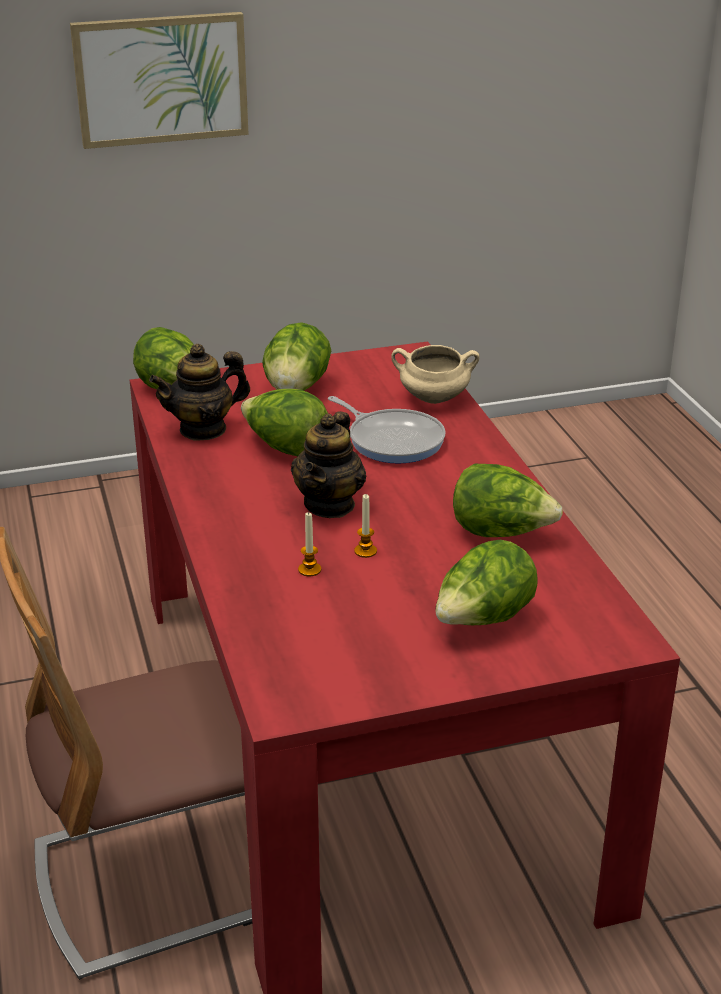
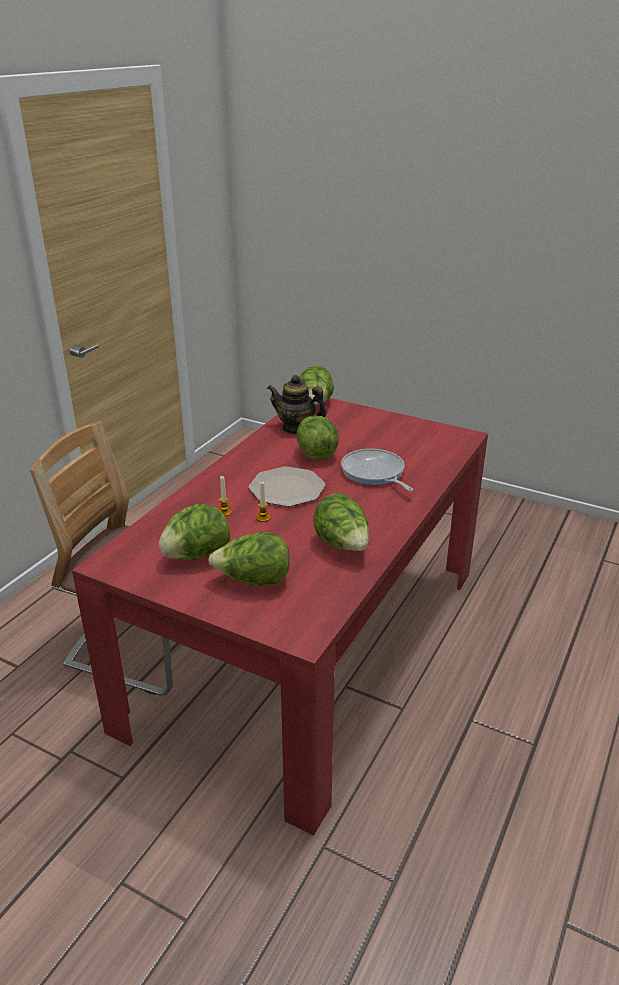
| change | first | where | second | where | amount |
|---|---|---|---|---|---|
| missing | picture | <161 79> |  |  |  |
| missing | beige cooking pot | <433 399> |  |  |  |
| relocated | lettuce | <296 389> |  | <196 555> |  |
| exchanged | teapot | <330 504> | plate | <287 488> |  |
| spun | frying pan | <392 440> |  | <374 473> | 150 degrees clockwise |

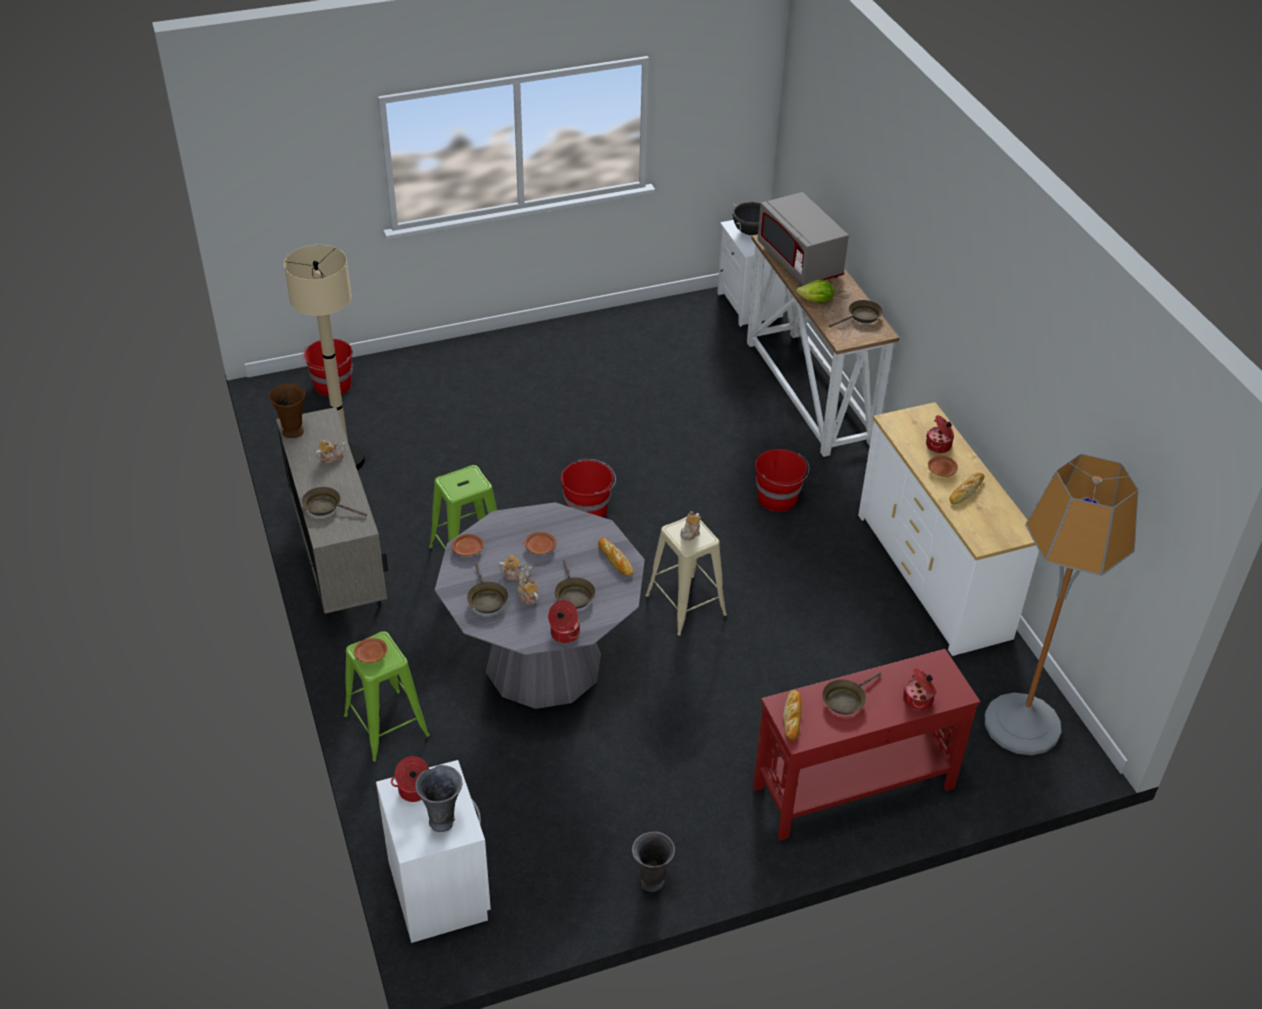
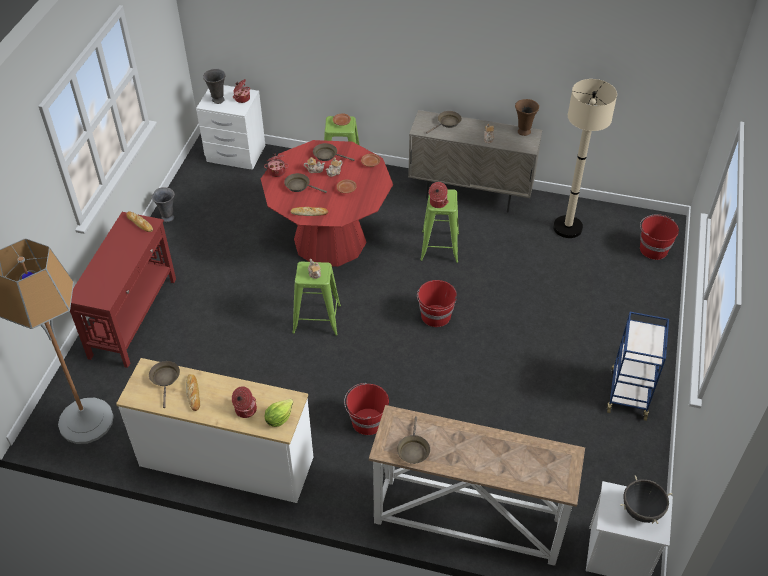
| change | first | where | second | where | amount |
|---|---|---|---|---|---|
| missing | grey microwave | <799 261> |  |  |  |
| missing | brown plate | <941 470> |  |  |  |
| appeared |  |  | blue cart | <628 393> |  |
| relocated | lettuce | <816 301> |  | <279 418> |  |
| relocated | brown frying pan | <846 699> |  | <165 379> |  |
| relocated | cooking pot | <918 700> |  | <437 203> |  |
| colour | grey dining table | <543 663> | red dining table | <330 240> |  |
| colour | beige stool | <685 605> | green stool | <317 319> |  |

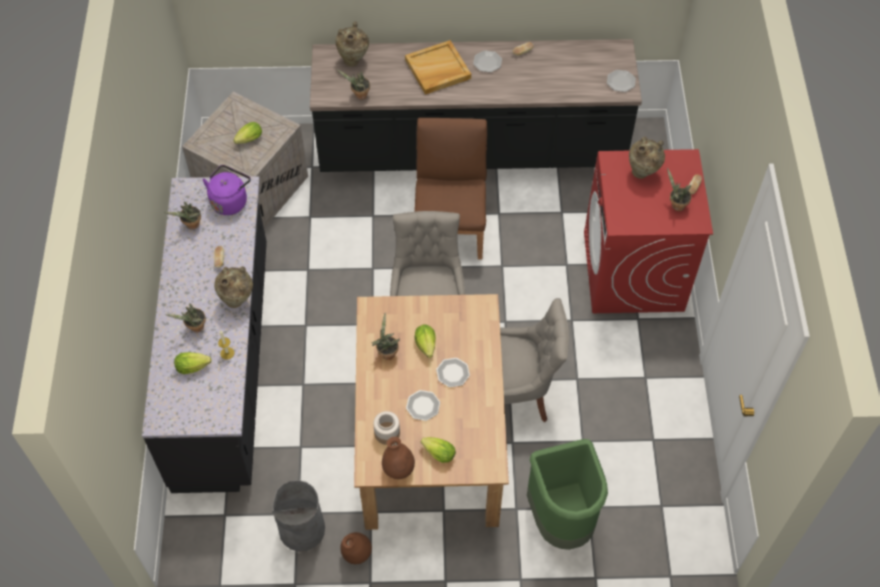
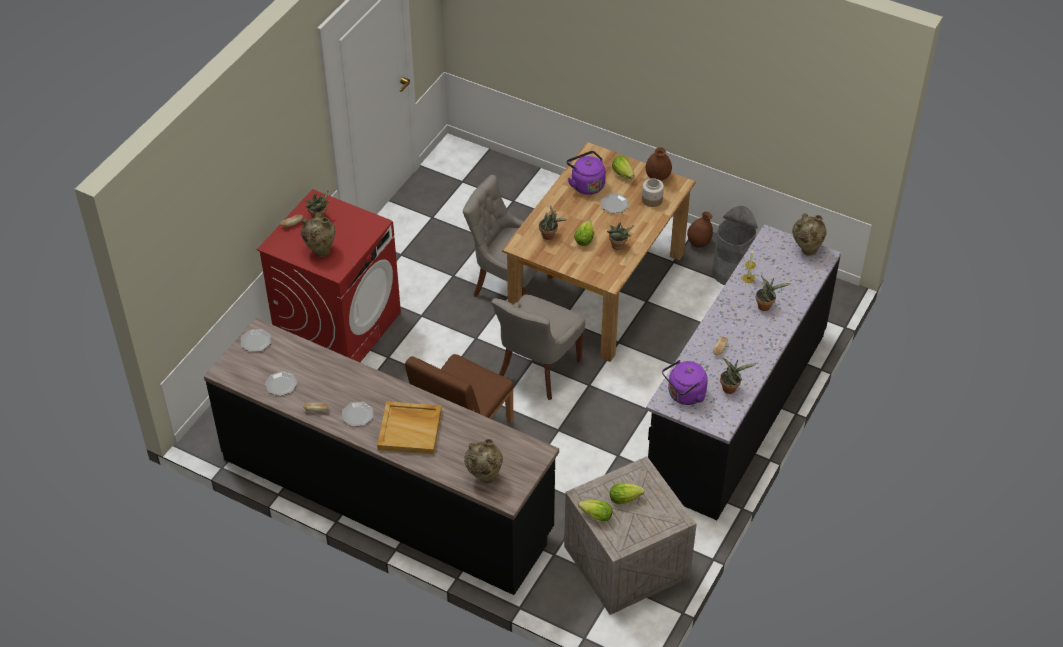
| change | first | where | second | where | amount |
|---|---|---|---|---|---|
| missing | green trash can | <561 520> |  |  |  |
| appeared |  |  | purple kettle | <586 184> |  |
| relocated | lettuce | <195 367> |  | <594 515> |  |
| relocated | beige vase | <237 301> |  | <806 250> |  |
| relocated | potted plant | <359 95> |  | <550 236> |  |
| relocated | plate | <452 373> |  | <281 384> |  |

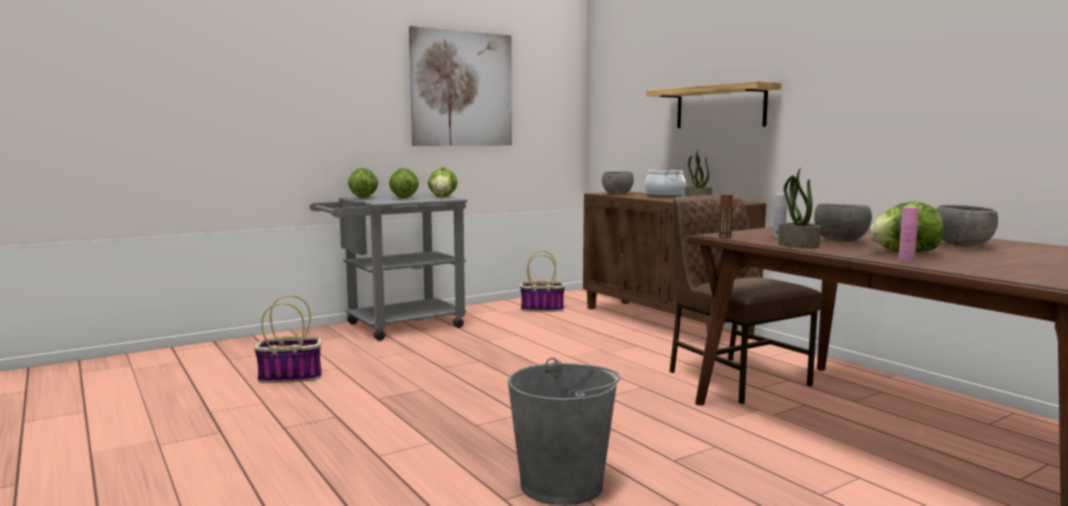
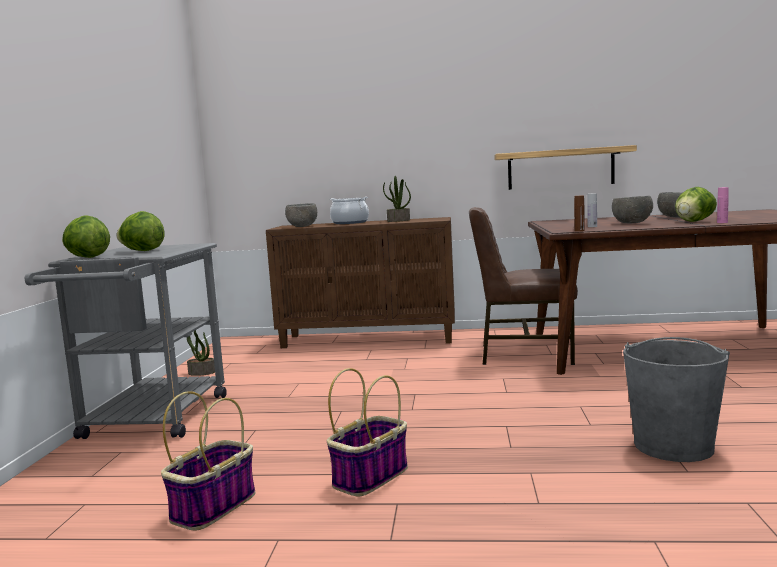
| change | first | where | second | where | amount |
|---|---|---|---|---|---|
| missing | picture | <462 89> |  |  |  |
| missing | lettuce | <443 197> |  |  |  |
| relocated | basket | <542 309> |  | <371 476> |  |
| relocated | shelf | <720 107> |  | <560 168> |  |
| relocated | potted plant | <797 245> |  | <201 373> |  |

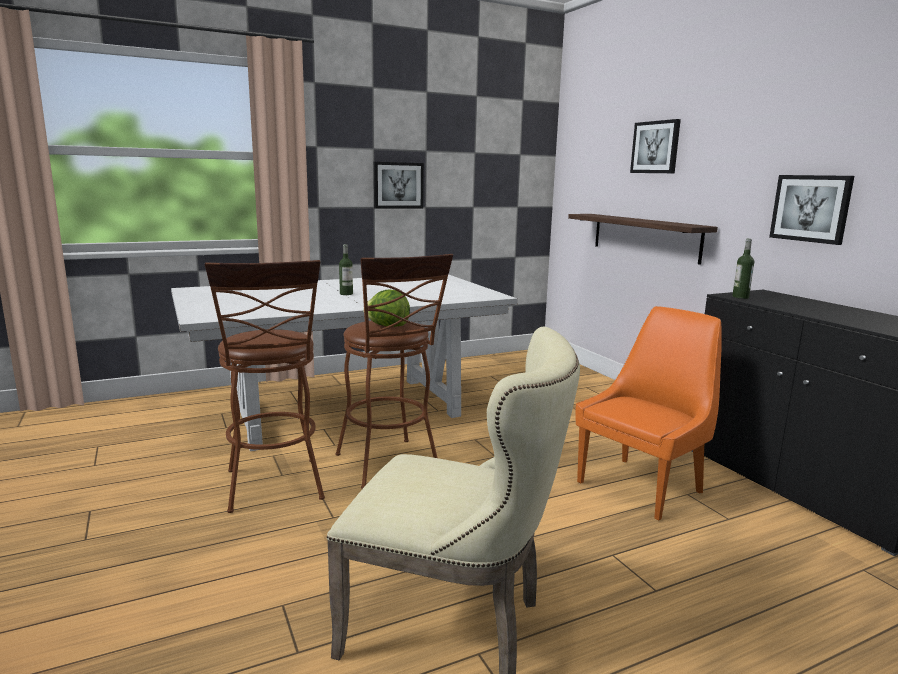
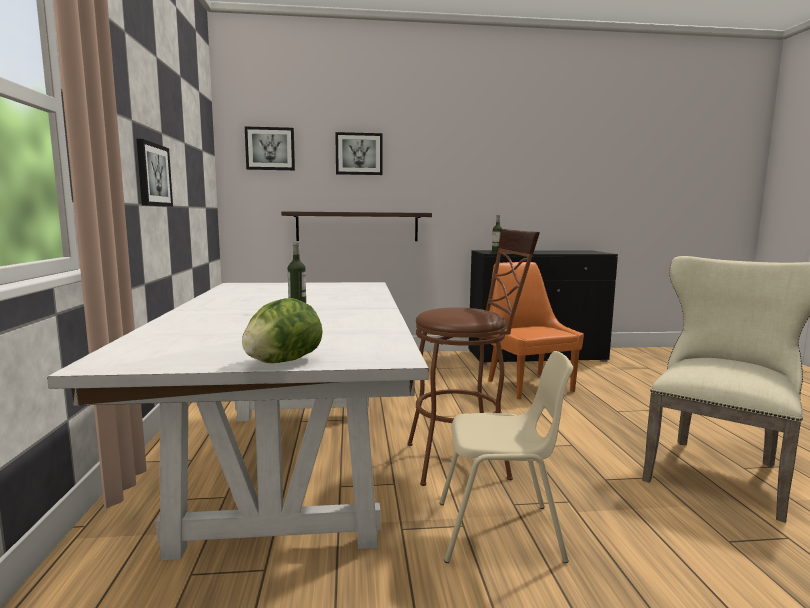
| change | first | where | second | where | amount |
|---|---|---|---|---|---|
| relocated | lettuce | <387 326> |  | <282 362> |  |
| relocated | picture | <811 208> |  | <270 149> |  |
| exchanged | brown stool | <275 489> | beige chair | <500 532> |  |

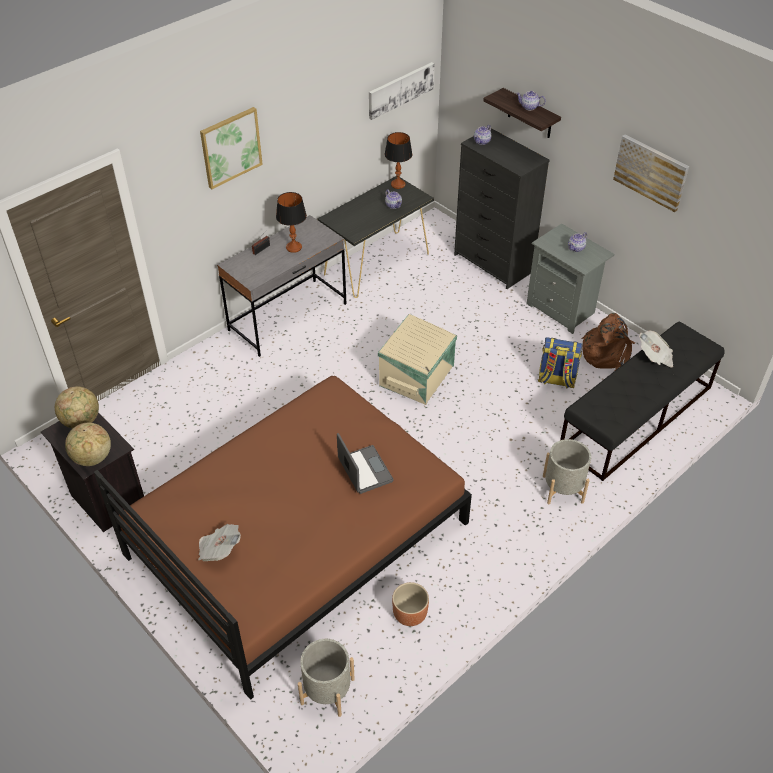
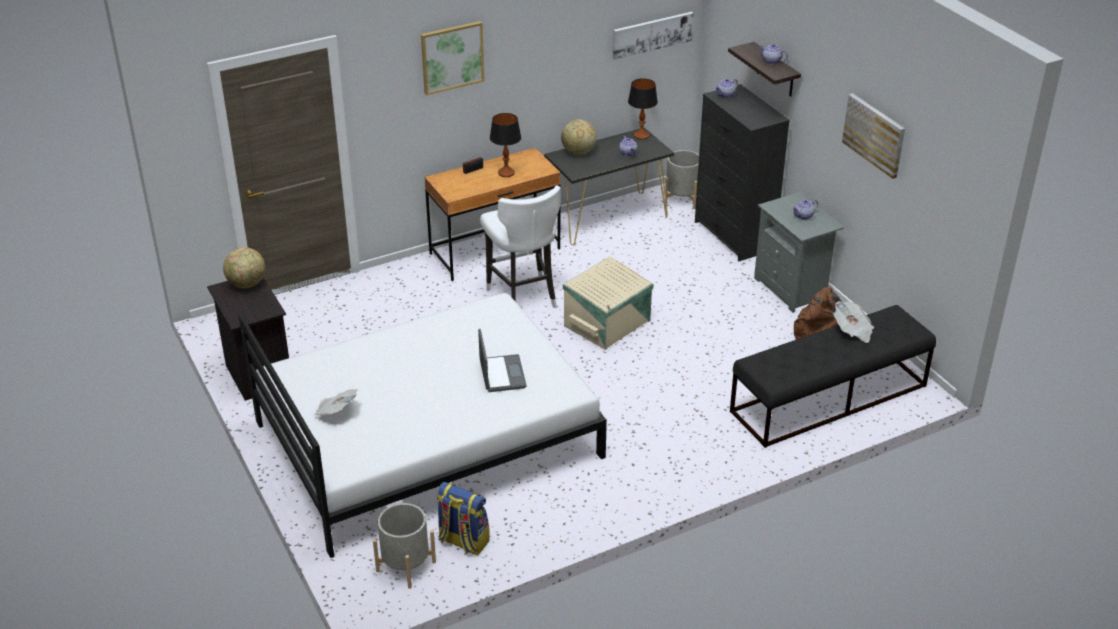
| change | first | where | second | where | amount |
|---|---|---|---|---|---|
| missing | brown planter | <410 614> |  |  |  |
| appeared |  |  | white stool | <522 297> |  |
| relocated | globe | <92 458> |  | <578 152> |  |
| relocated | backpack | <556 380> |  | <463 541> |  |
| relocated | grey planter | <563 489> |  | <682 199> |  |
| colour | brown bed | <296 538> | white bed | <426 439> |  |
| colour | grey desk | <288 317> | brown desk | <495 251> |  |

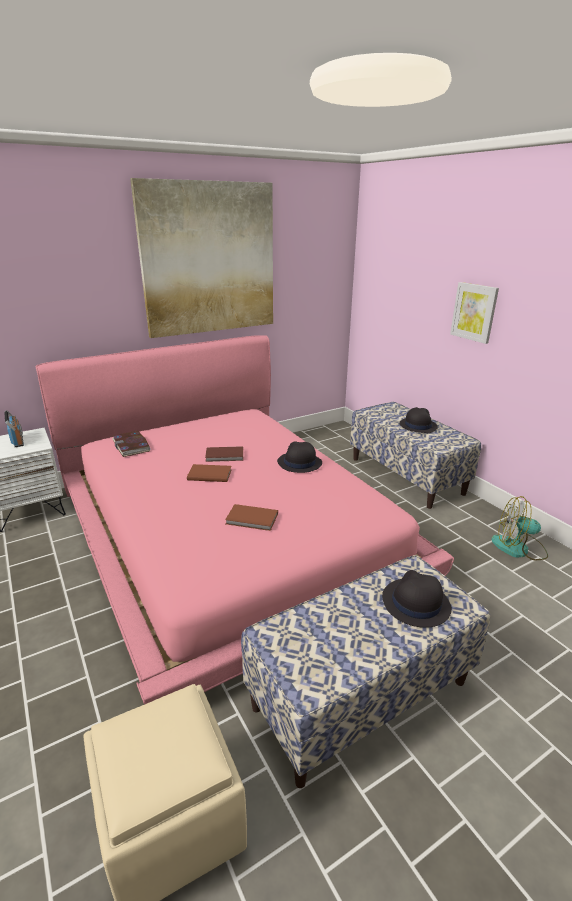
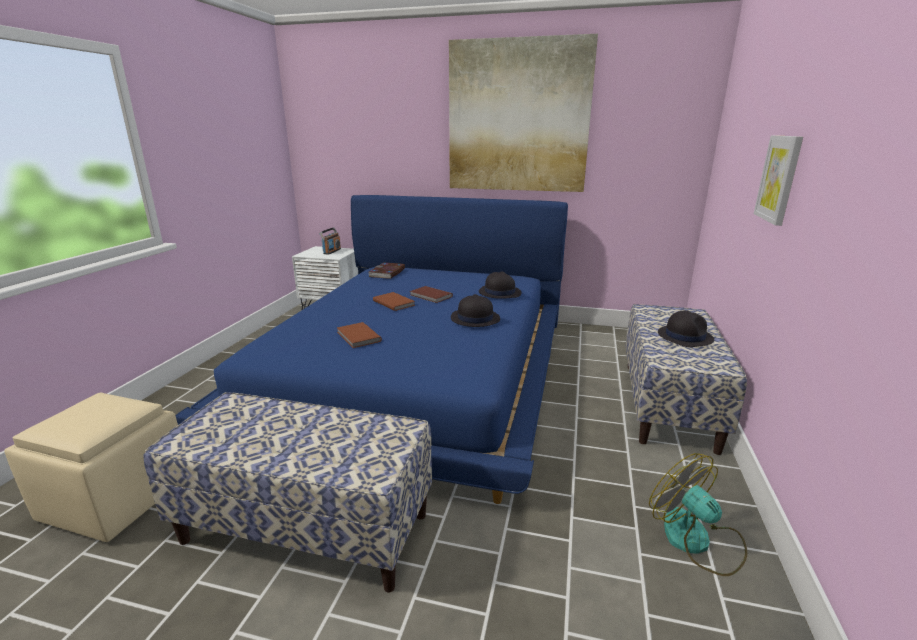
| change | first | where | second | where | amount |
|---|---|---|---|---|---|
| relocated | black hat | <415 603> |  | <499 292> |  |
| colour | pink bed | <228 531> | blue bed | <417 371> |  |

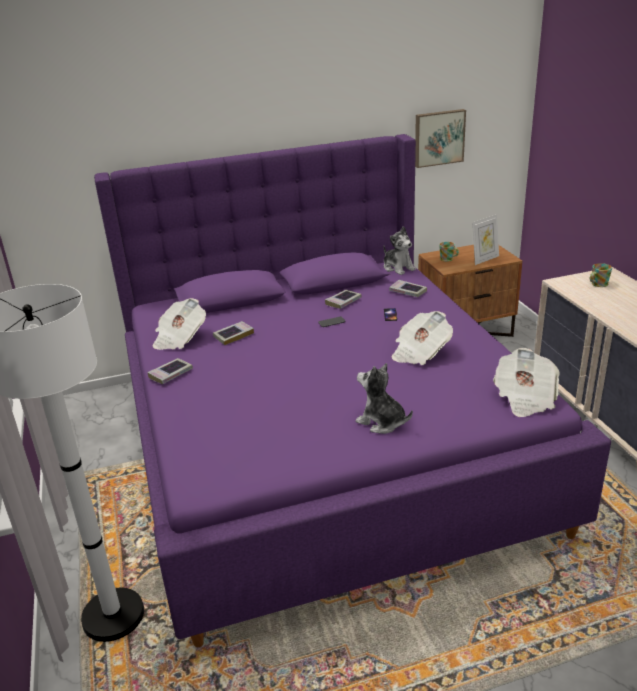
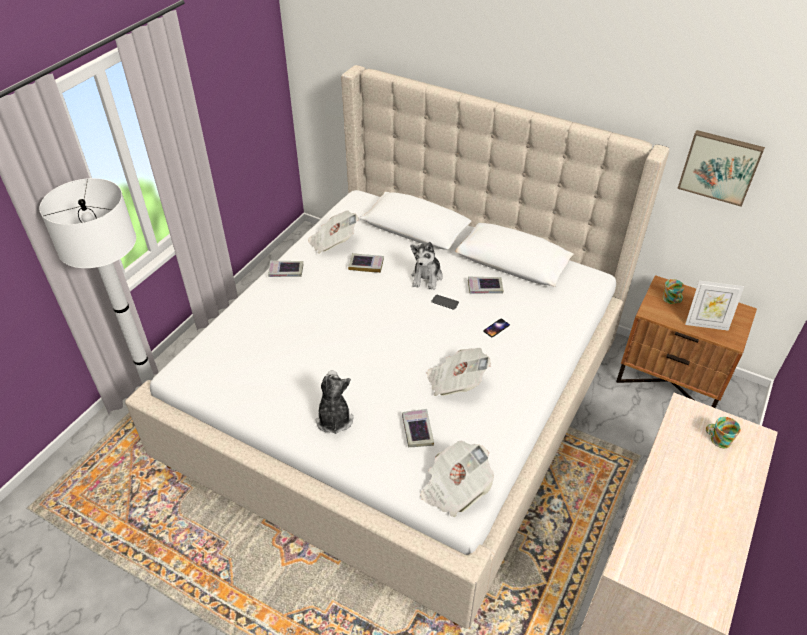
| change | first | where | second | where | amount |
|---|---|---|---|---|---|
| relocated | plush toy | <398 268> |  | <427 277> |  |
| relocated | book | <407 291> |  | <417 430> |  |
| colour | purple bed | <325 448> | beige bed | <404 398> |  |

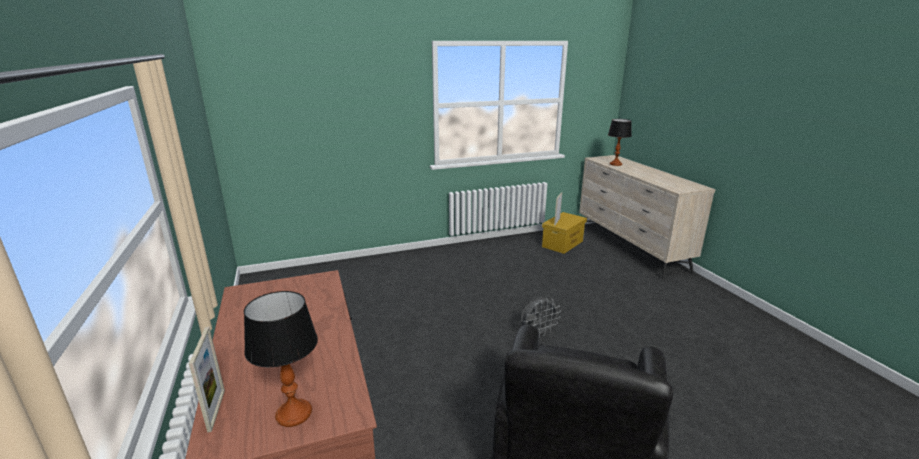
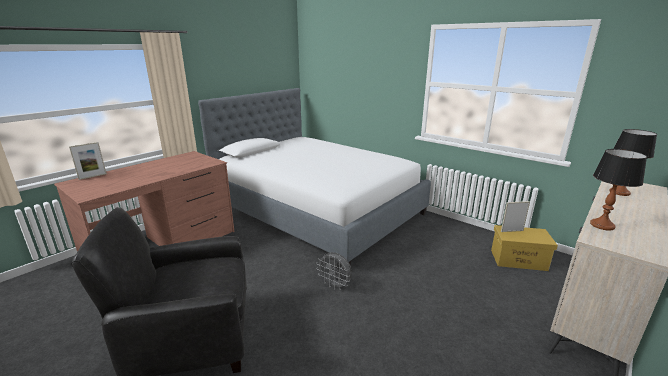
| change | first | where | second | where | amount |
|---|---|---|---|---|---|
| appeared |  |  | bed | <317 210> |  |
| relocated | table lamp | <294 413> |  | <602 225> |  |

